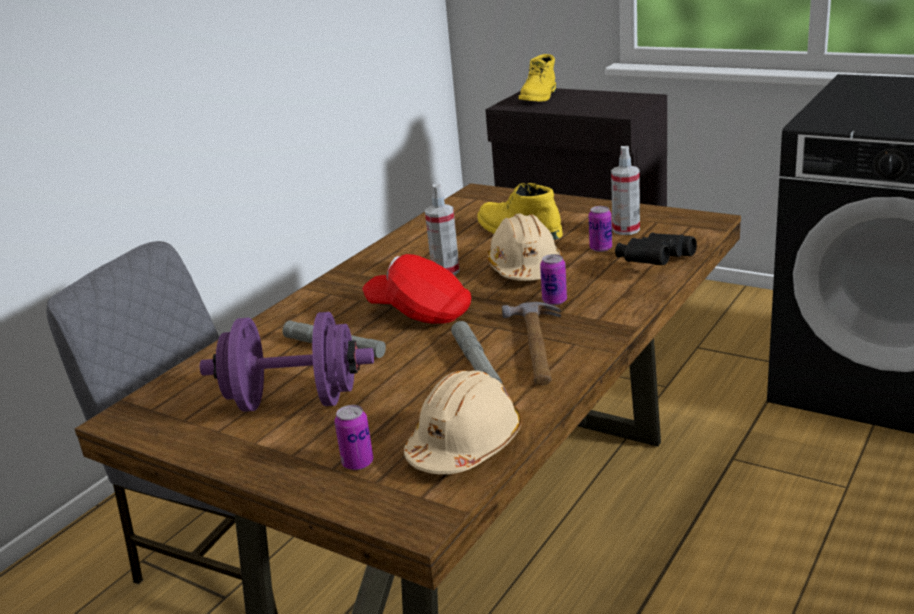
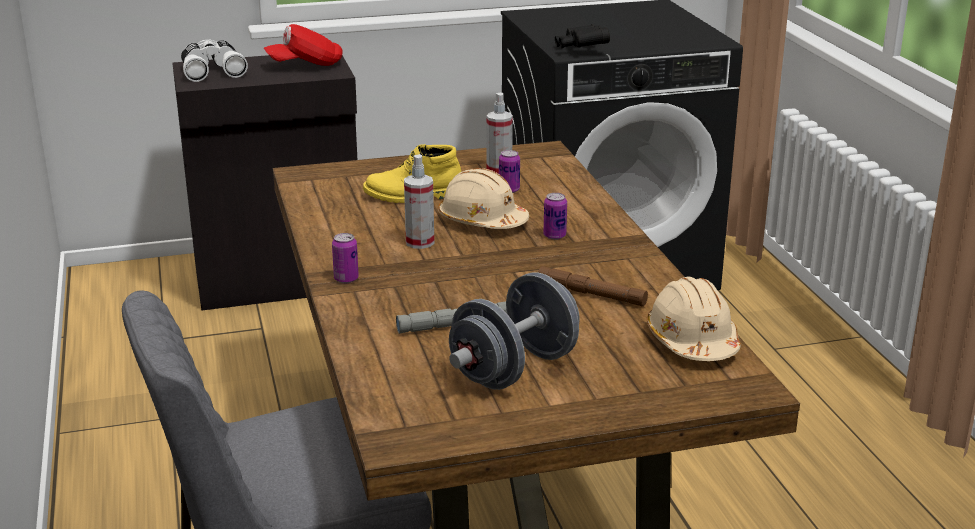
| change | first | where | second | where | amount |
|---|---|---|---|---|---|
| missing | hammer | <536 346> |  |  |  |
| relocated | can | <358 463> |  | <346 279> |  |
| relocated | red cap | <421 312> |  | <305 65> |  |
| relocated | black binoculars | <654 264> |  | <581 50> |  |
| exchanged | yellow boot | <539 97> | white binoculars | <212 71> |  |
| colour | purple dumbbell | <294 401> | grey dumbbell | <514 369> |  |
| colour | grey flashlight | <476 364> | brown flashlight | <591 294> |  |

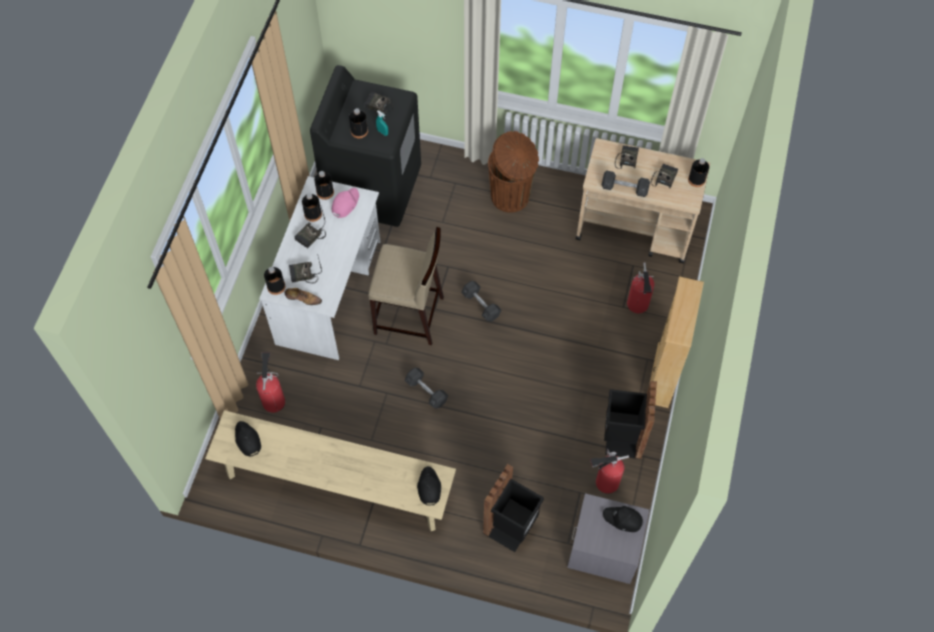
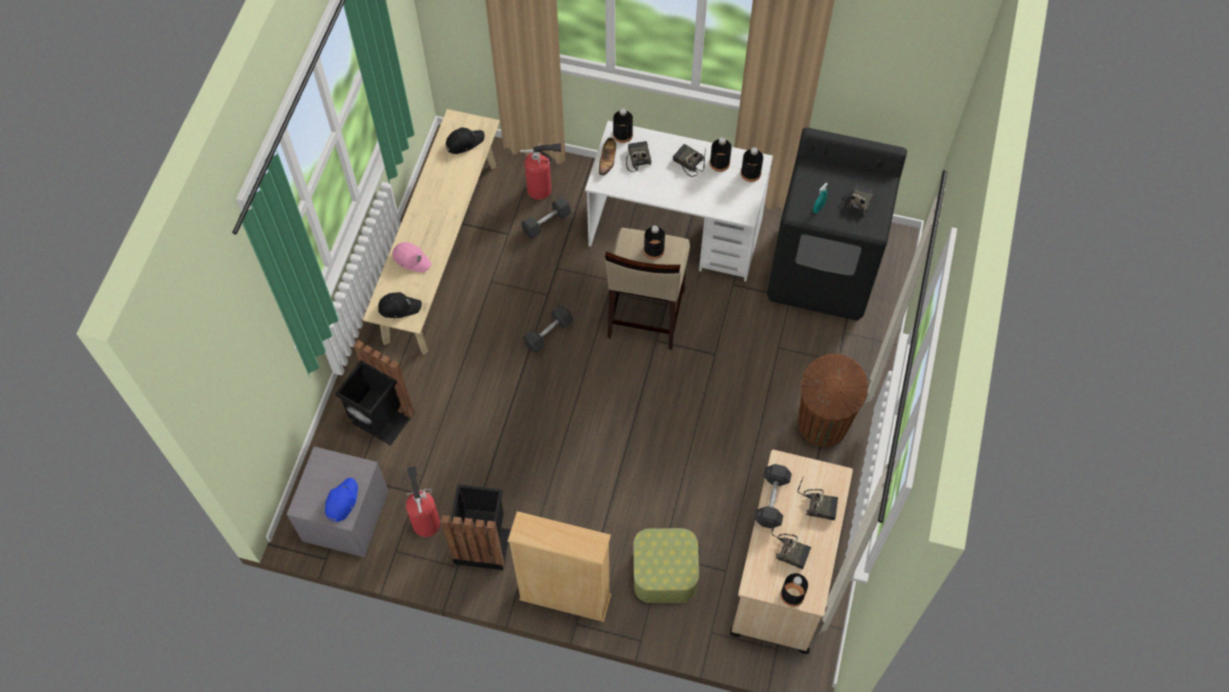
| change | first | where | second | where | amount |
|---|---|---|---|---|---|
| relocated | pink cap | <345 204> |  | <412 259> |  |
| relocated | black bottle | <359 131> |  | <654 250> |  |
| relocated | grey dumbbell | <481 305> |  | <547 223> |  |
| exchanged | fire extinguisher | <637 306> | storage box | <664 572> |  |
| colour | black cap | <623 519> | blue cap | <341 501> |  |

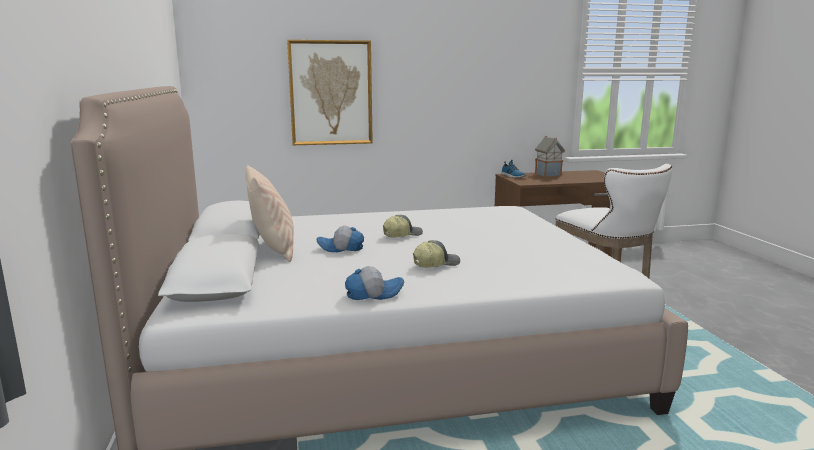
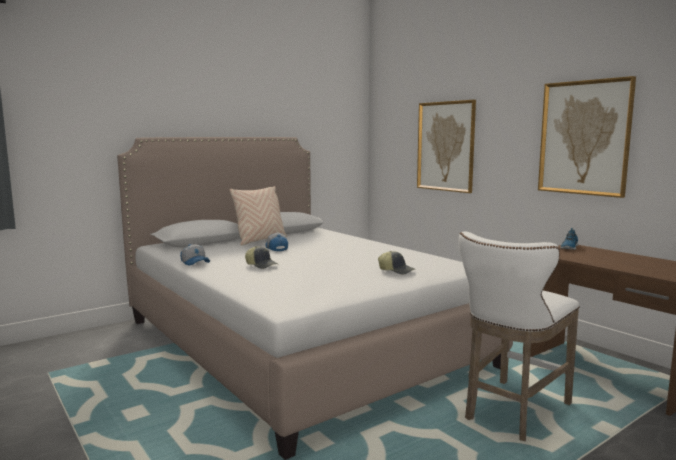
| change | first | where | second | where | amount |
|---|---|---|---|---|---|
| missing | toy house | <548 174> |  |  |  |
| appeared |  |  | picture | <584 138> |  |
| relocated | cap | <402 234> |  | <396 271> |  |

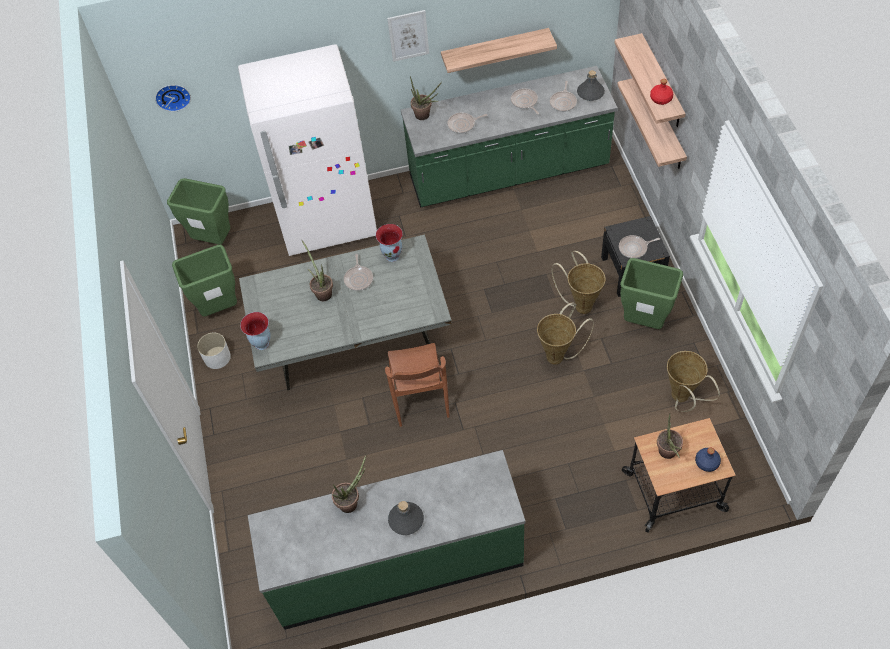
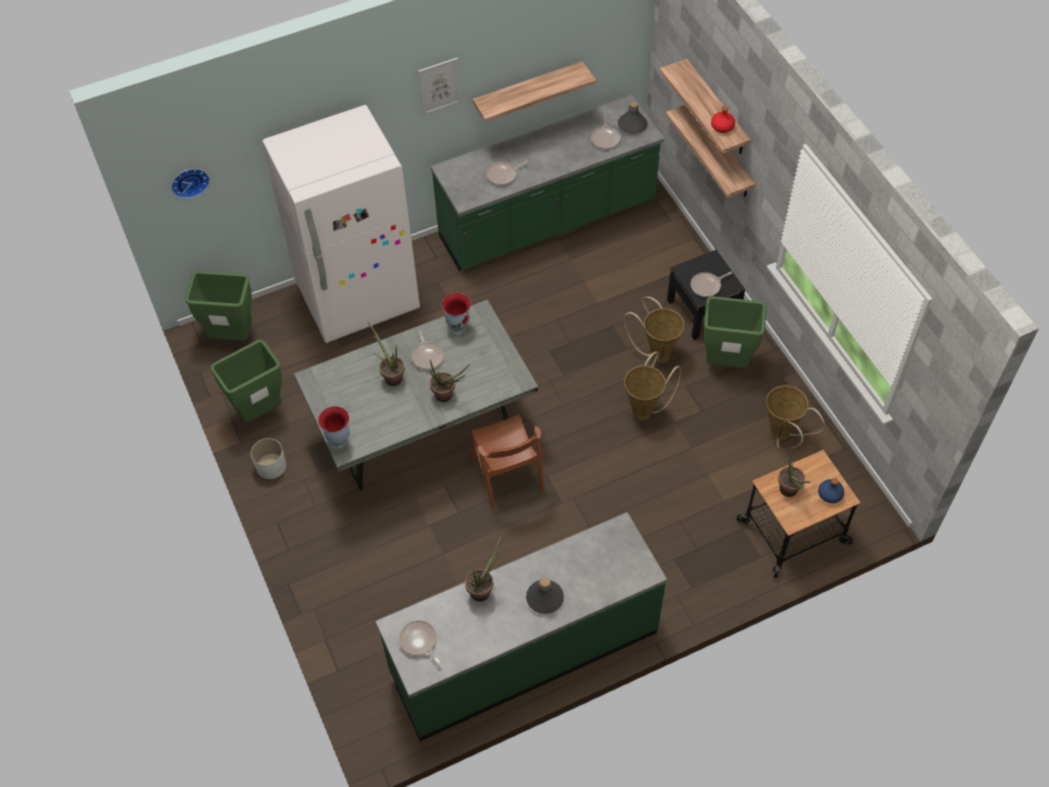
| change | first | where | second | where | amount |
|---|---|---|---|---|---|
| relocated | potted plant | <425 116> |  | <447 396> |  |
| relocated | frying pan | <525 102> |  | <419 642> |  |

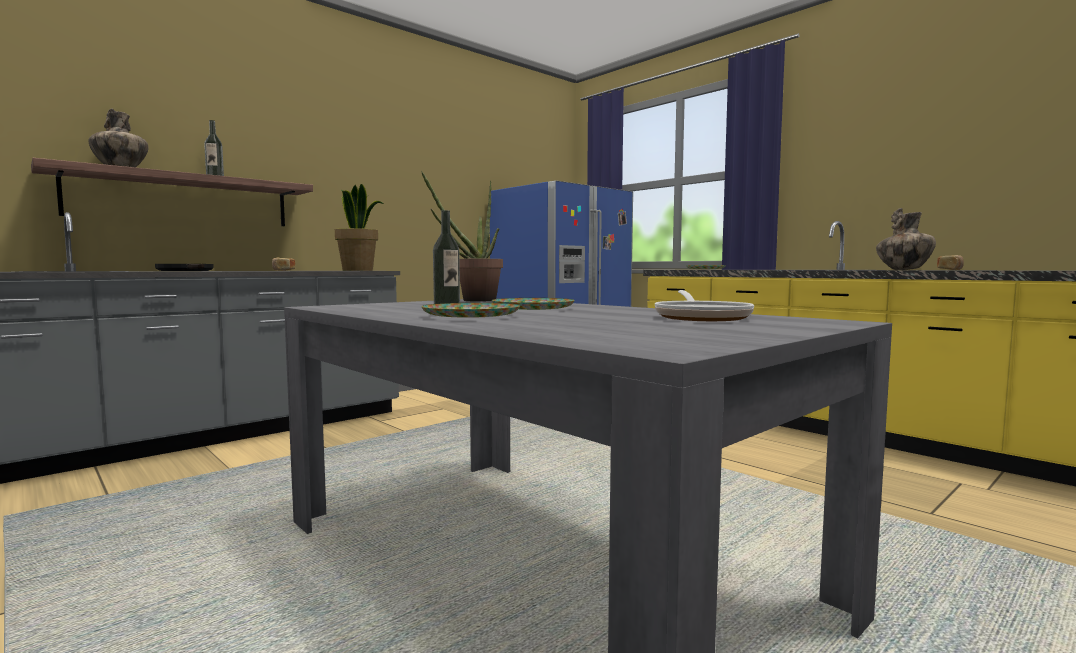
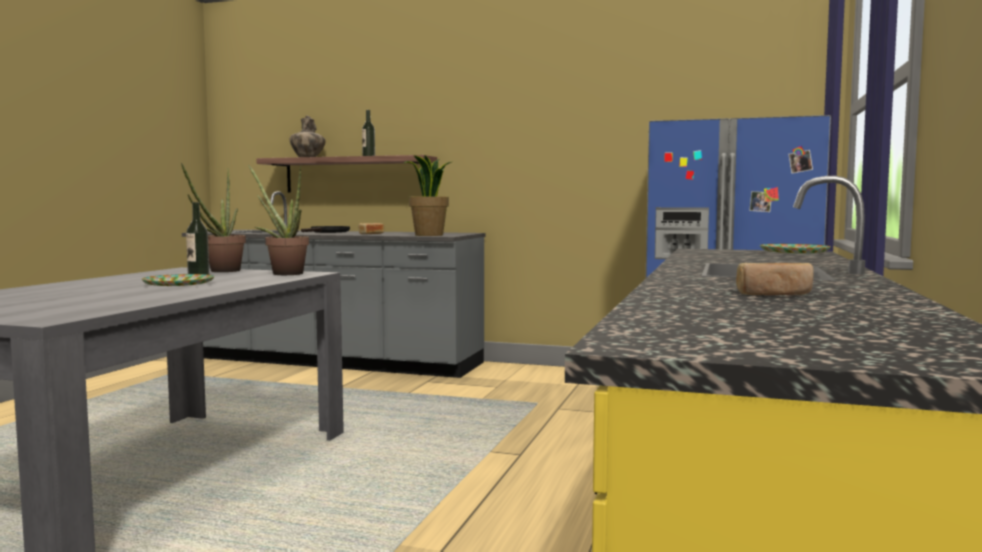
| change | first | where | second | where | amount |
|---|---|---|---|---|---|
| missing | plate | <471 316> |  |  |  |
| missing | frying pan | <701 317> |  |  |  |
| missing | vase | <904 270> |  |  |  |
| appeared |  |  | potted plant | <220 271> |  |

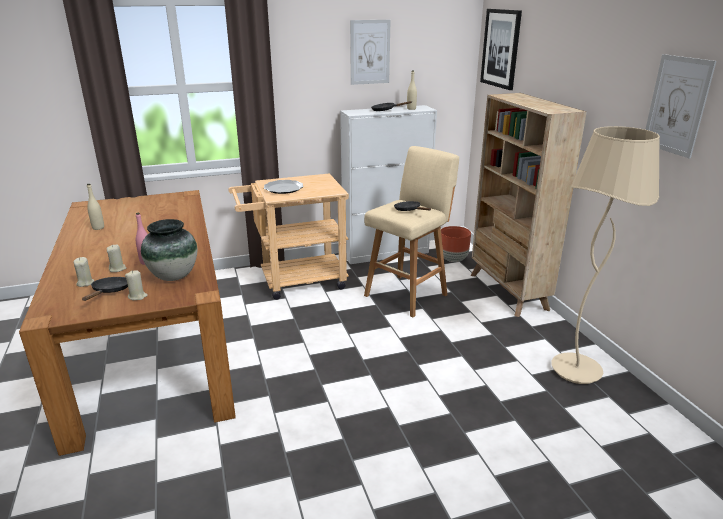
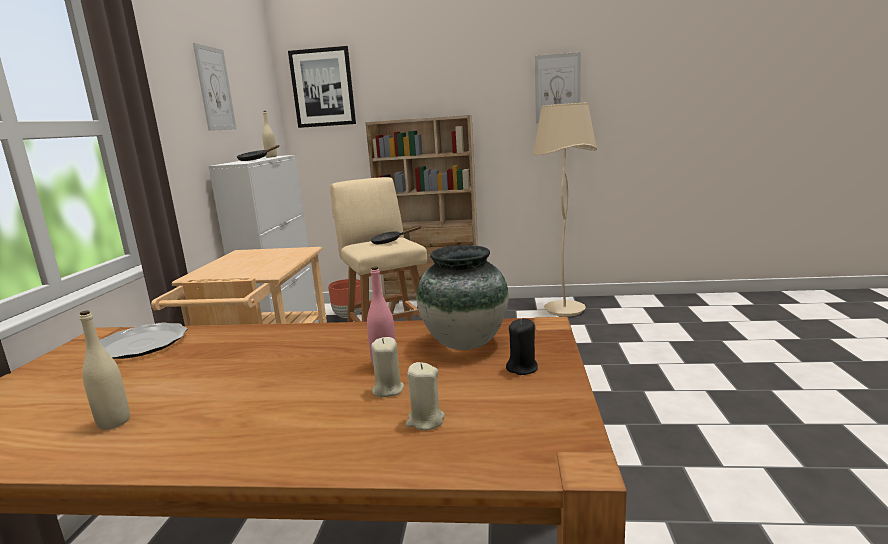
| change | first | where | second | where | amount |
|---|---|---|---|---|---|
| missing | black frying pan | <110 291> |  |  |  |
| relocated | plate | <284 188> |  | <142 344> |  |
| colour | beige candle | <137 296> | black candle | <522 368> |  |

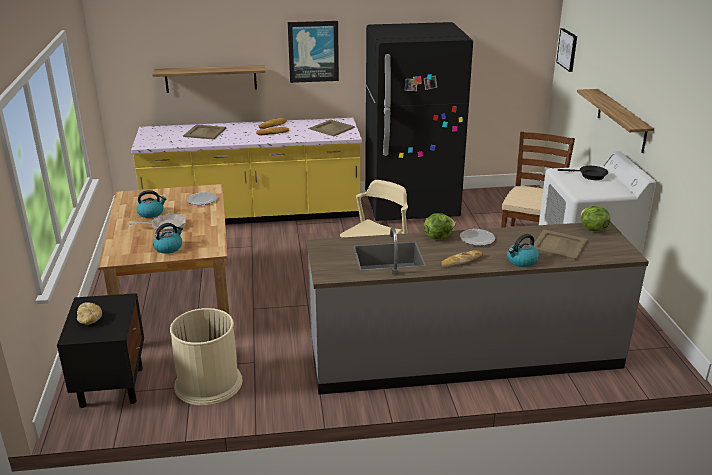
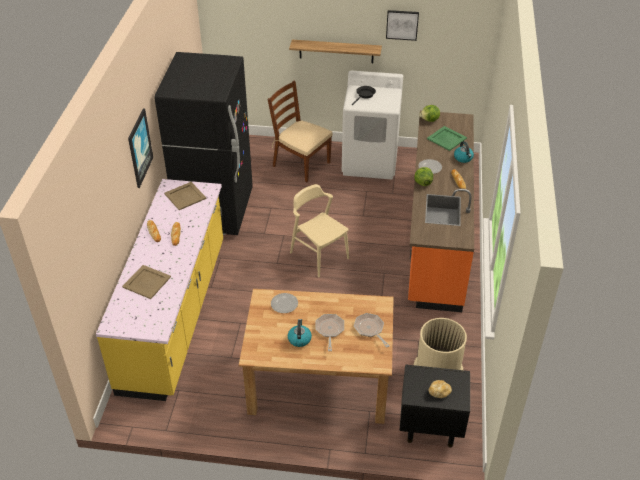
| change | first | where | second | where | amount |
|---|---|---|---|---|---|
| missing | shelf | <211 78> |  |  |  |
| relocated | picture | <567 49> |  | <402 24> |  |
| exchanged | kettle | <168 247> | frying pan | <370 329> |  |
| colour | grey counter | <464 356> | orange counter | <436 236> |  |
| colour | beige tray | <559 245> | green tray | <447 138> |  |

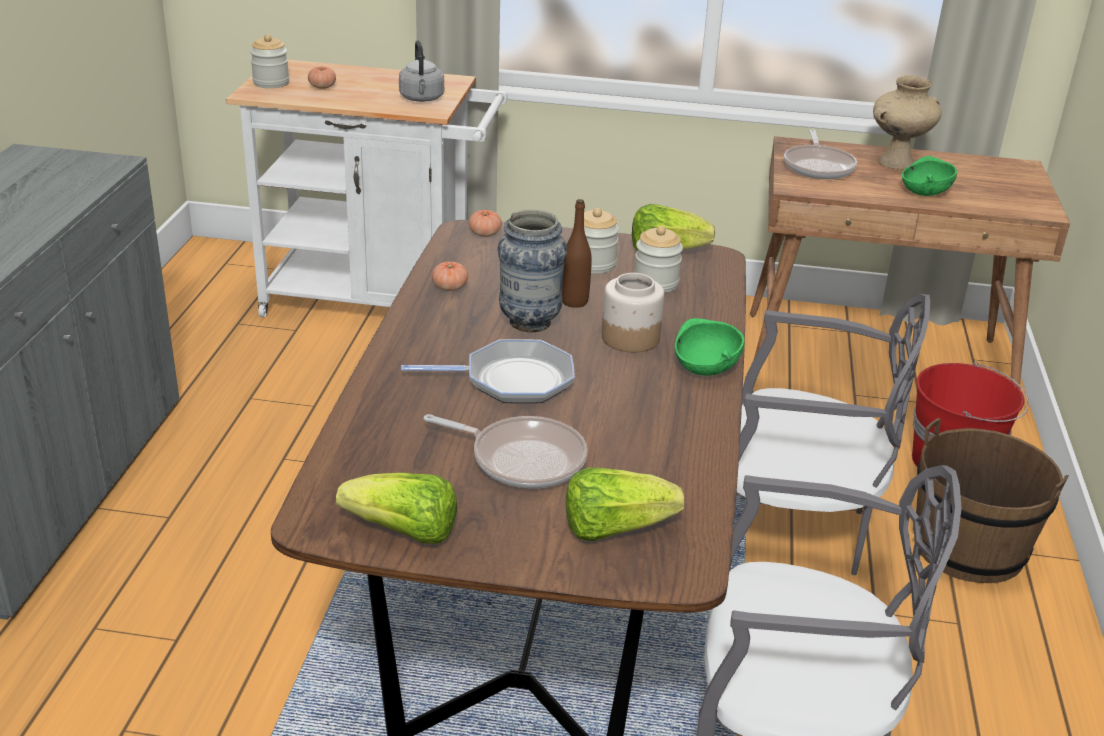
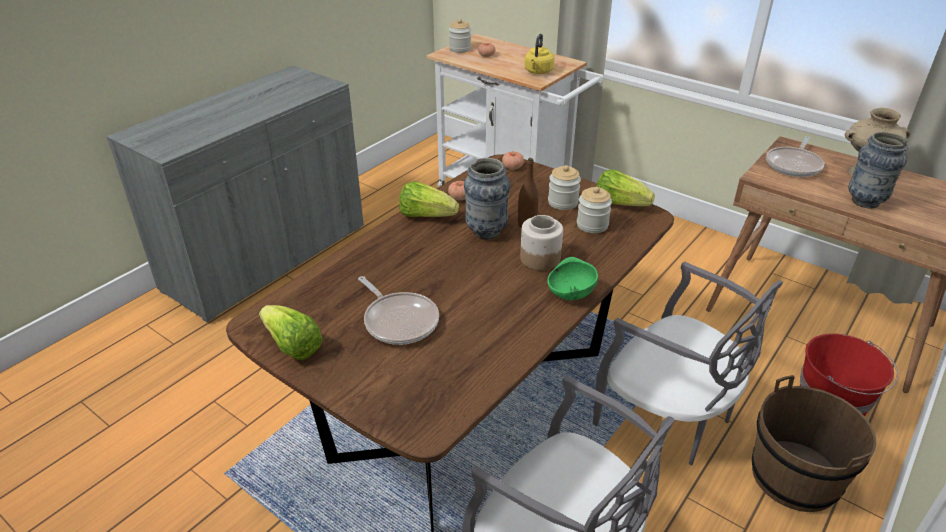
| change | first | where | second | where | amount |
|---|---|---|---|---|---|
| missing | frying pan | <512 380> |  |  |  |
| relocated | lettuce | <614 528> |  | <426 215> |  |
| exchanged | green bowl | <924 193> | vase | <865 202> |  |
| colour | grey kettle | <422 99> | yellow kettle | <538 72> |  |

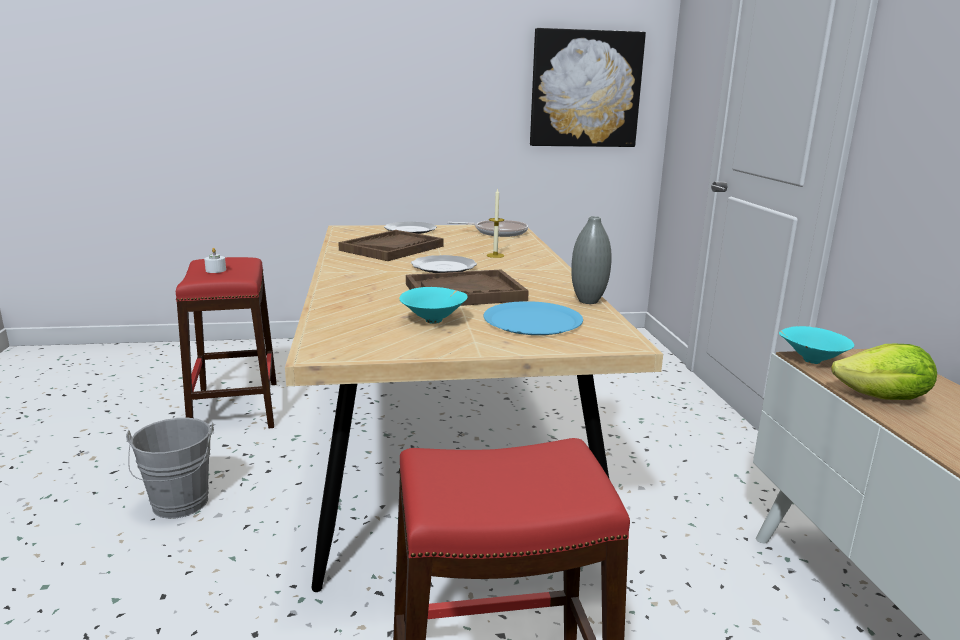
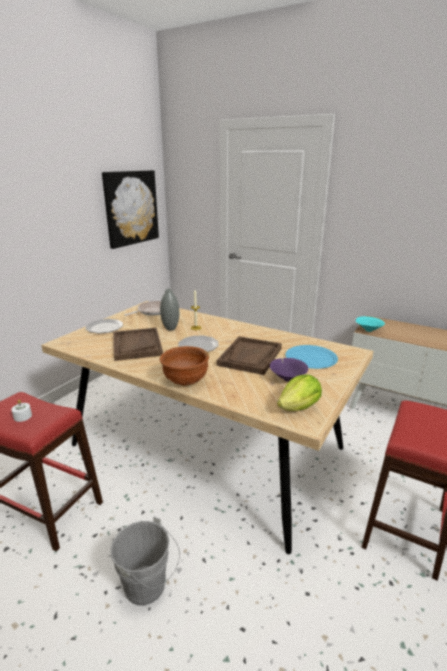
| change | first | where | second | where | amount |
|---|---|---|---|---|---|
| appeared |  |  | brown bowl | <185 381> |  |
| relocated | grey vase | <588 301> |  | <170 328> |  |
| relocated | lettuce | <883 398> |  | <299 407> |  |
| colour | turquoise bowl | <435 320> | purple bowl | <287 378> |  |

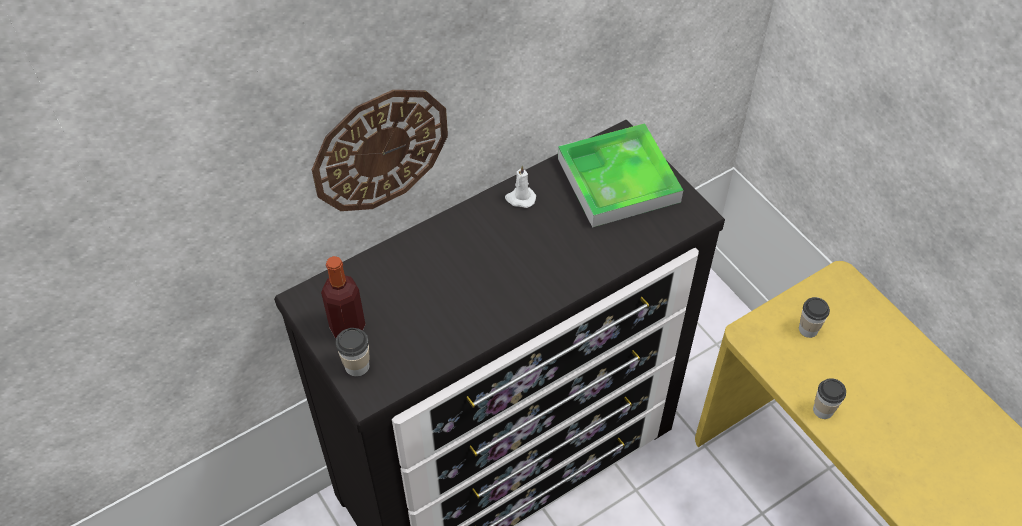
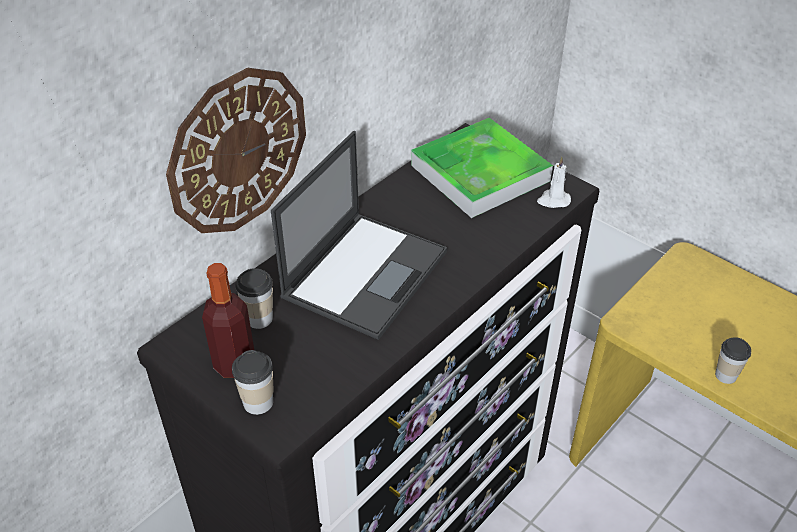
| change | first | where | second | where | amount |
|---|---|---|---|---|---|
| appeared |  |  | laptop | <366 273> |  |
| relocated | white candle | <520 198> |  | <553 200> |  |
| relocated | cup | <808 329> |  | <259 318> |  |

